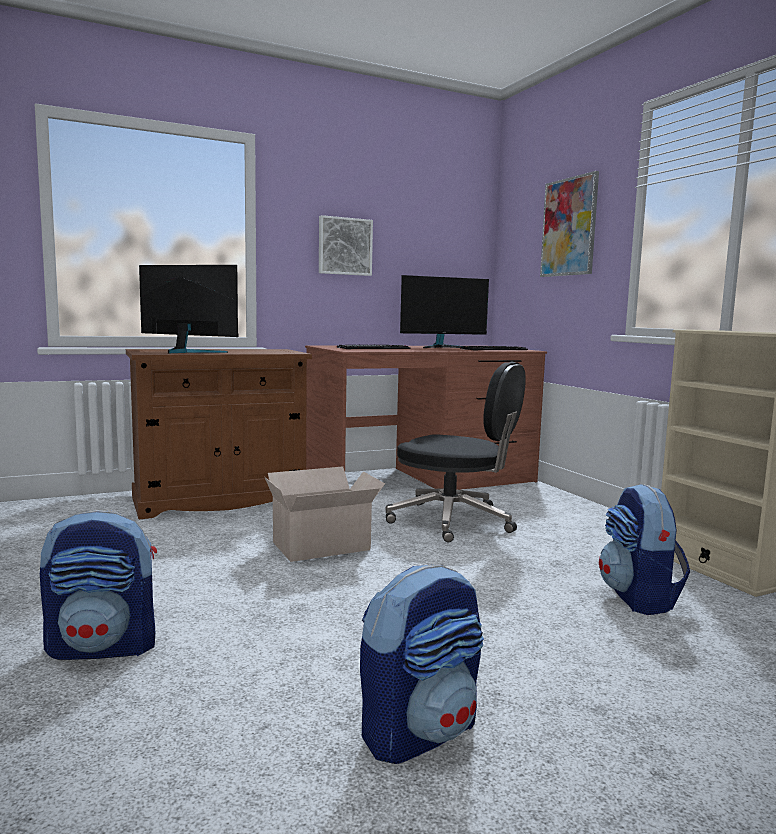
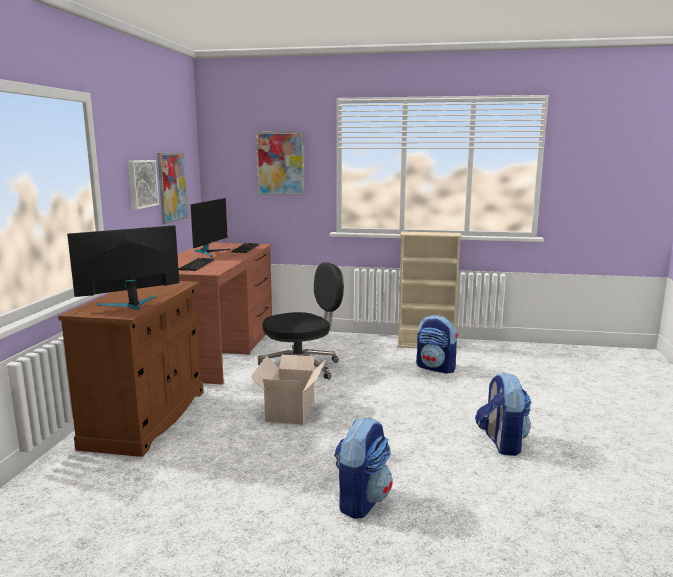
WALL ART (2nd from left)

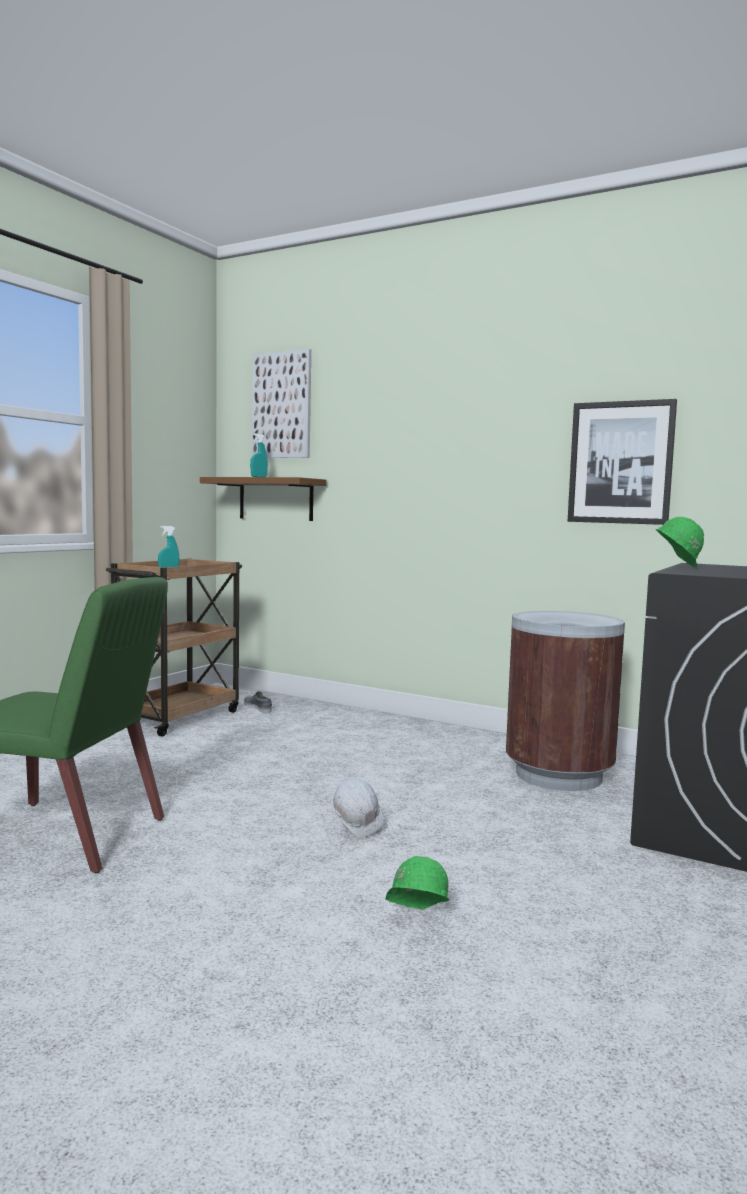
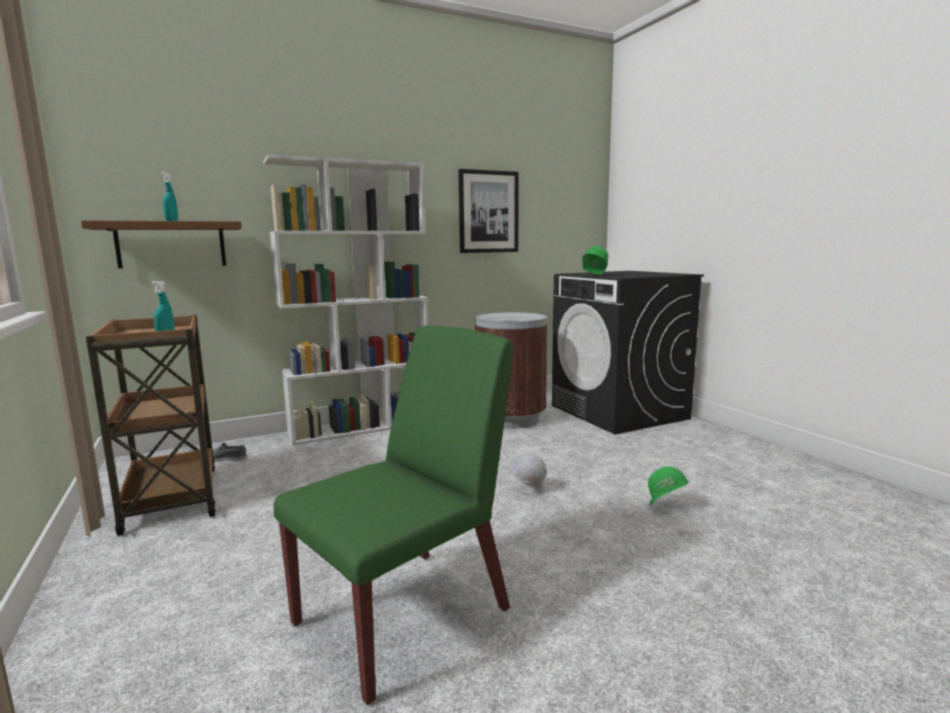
WALL ART (1st from left in the first image)
WHITE-COLOURED BOOKSHELF

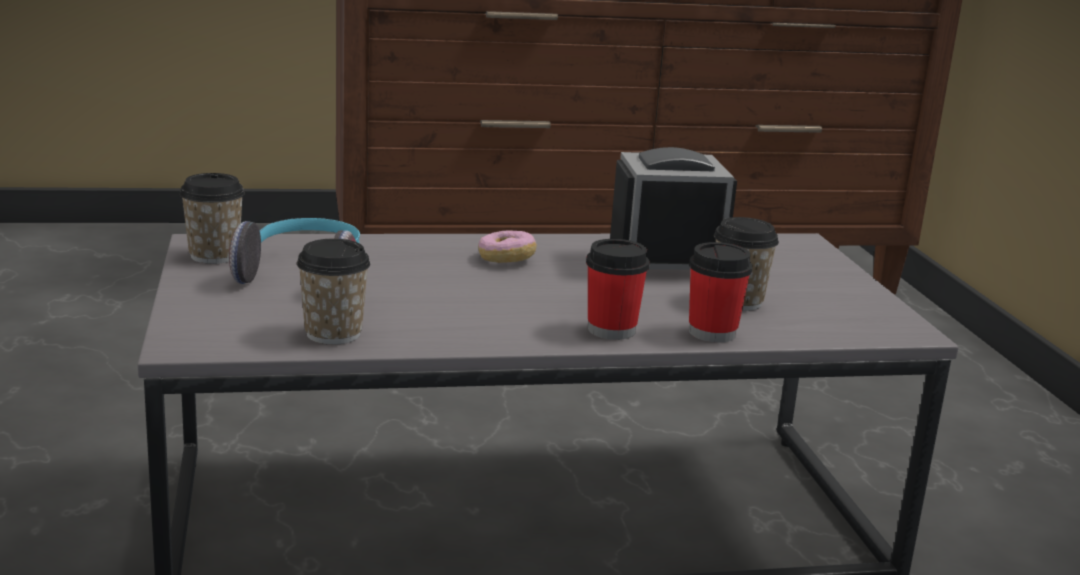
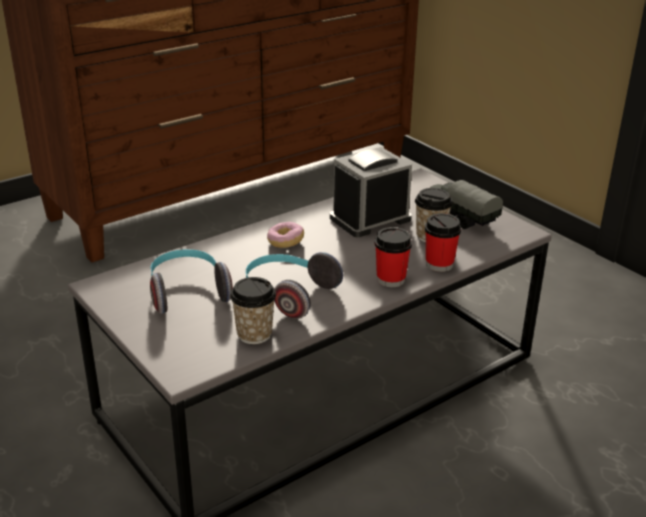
CUP (1st from left in the first image)
TOY TRUCK
HEADPHONES (2nd from left)

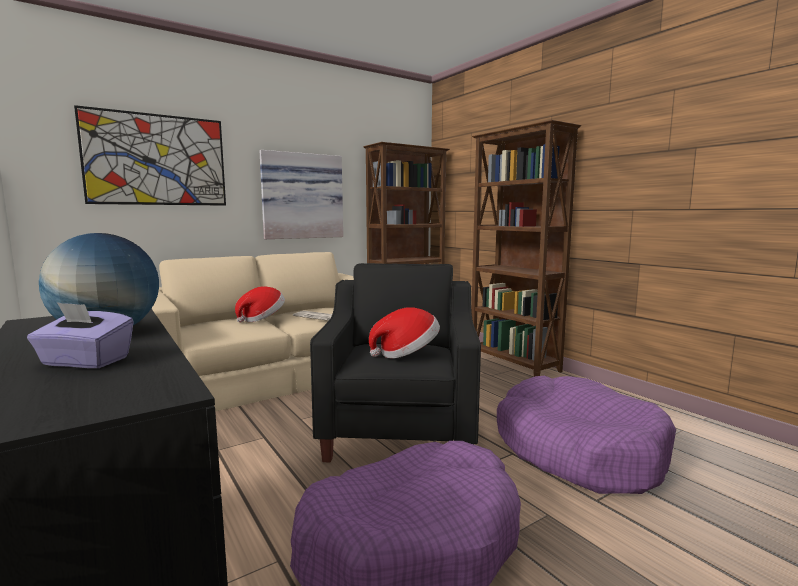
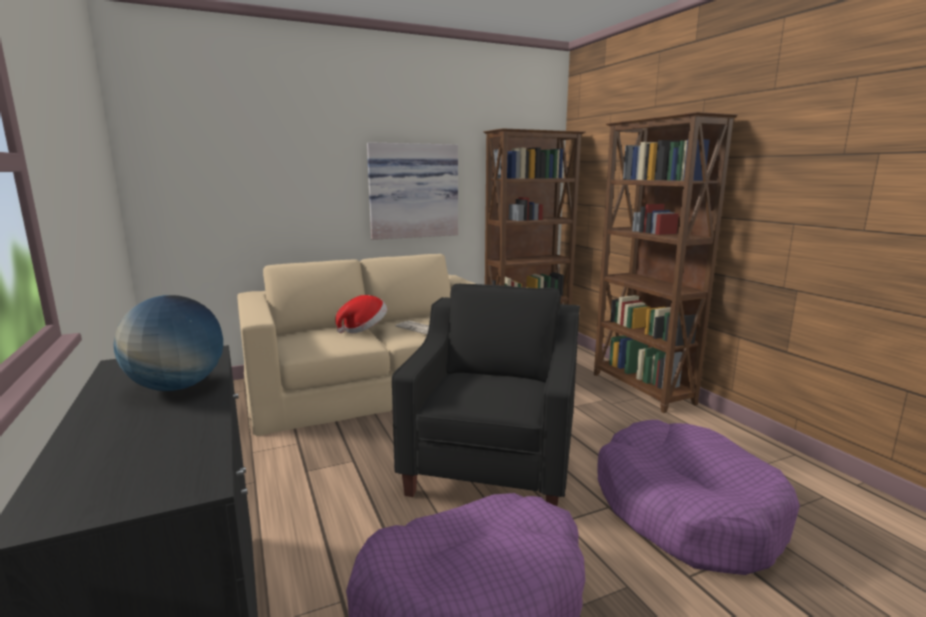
WALL ART (1st from left in the first image)
PURPLISH TISSUE HOLDER
WEARABLE HAT (2nd from left in the first image)

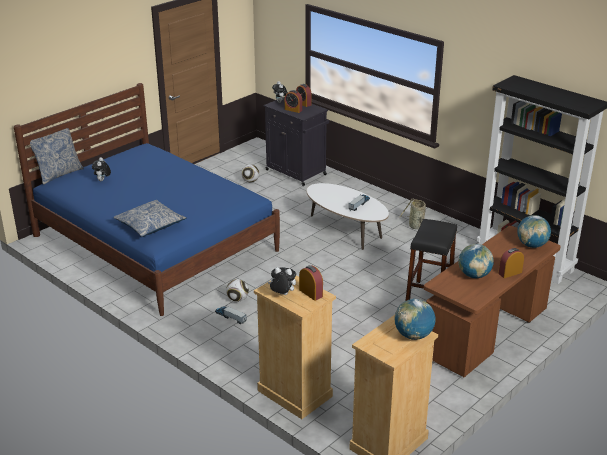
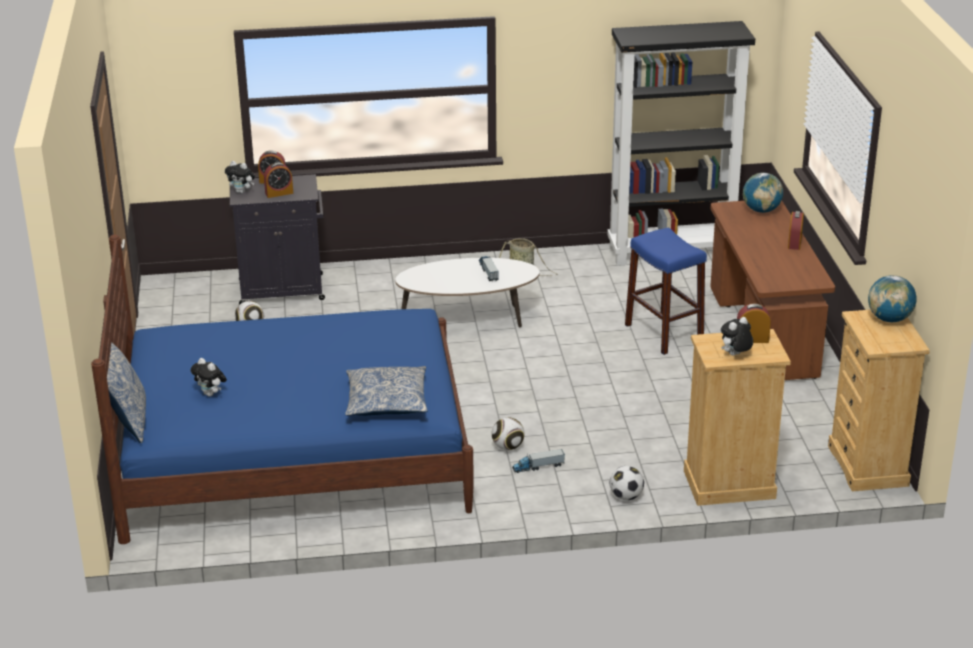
BLUISH STOOL
GLOBE (2nd from left in the first image)
FOOTBALL BALL (3rd from left)

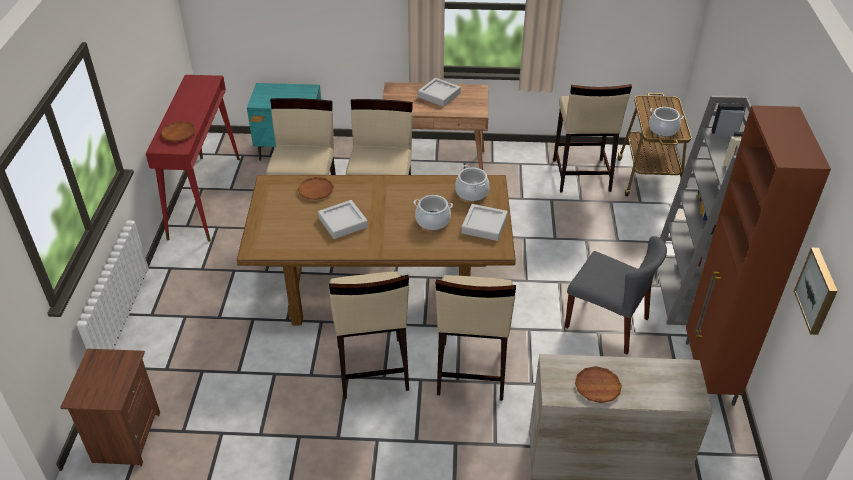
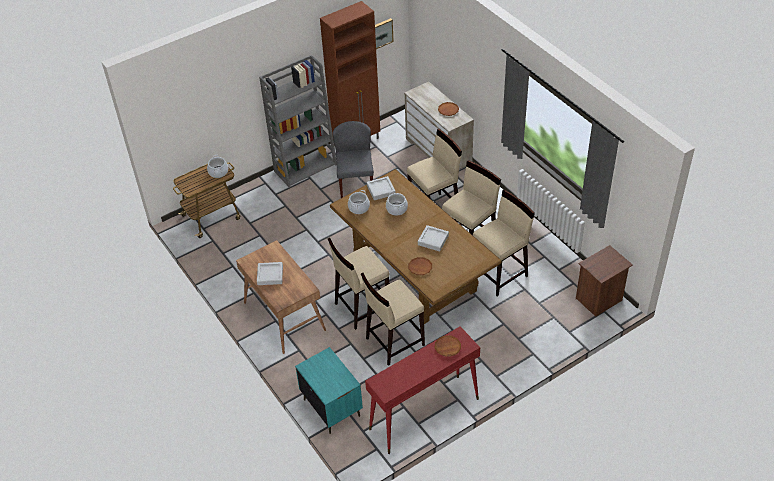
SAND-COLOURED STOOL (5th from left)

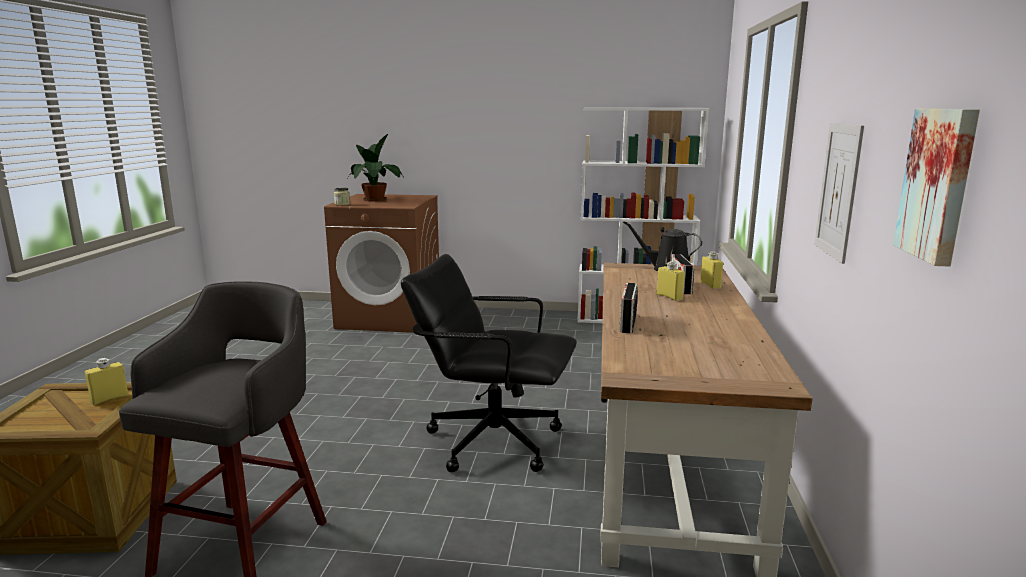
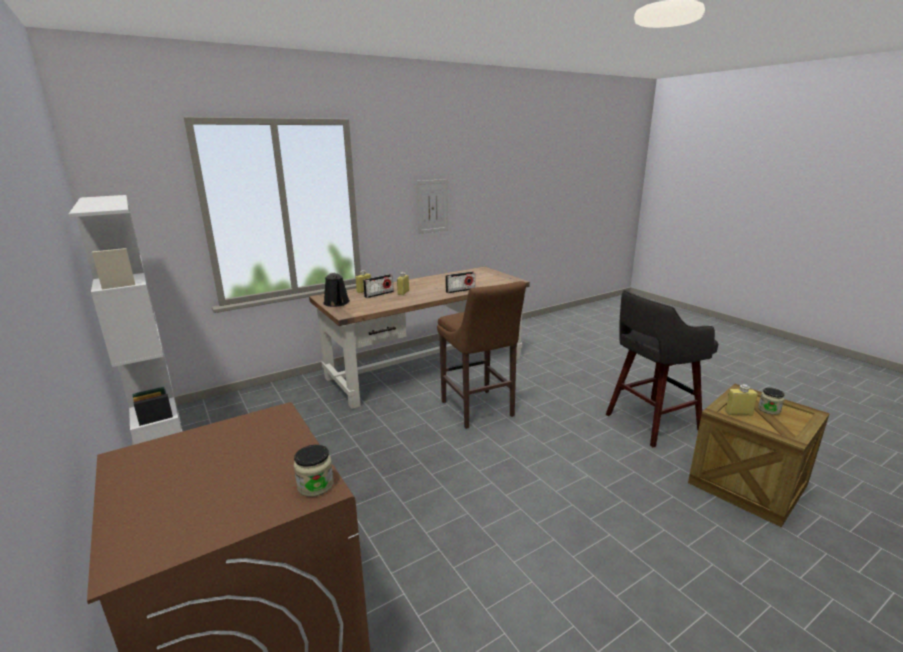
WALL ART (2nd from left in the first image)
HOUSEPLANT
BROWN-COLOURED STOOL
STORAGE JAR (2nd from left)

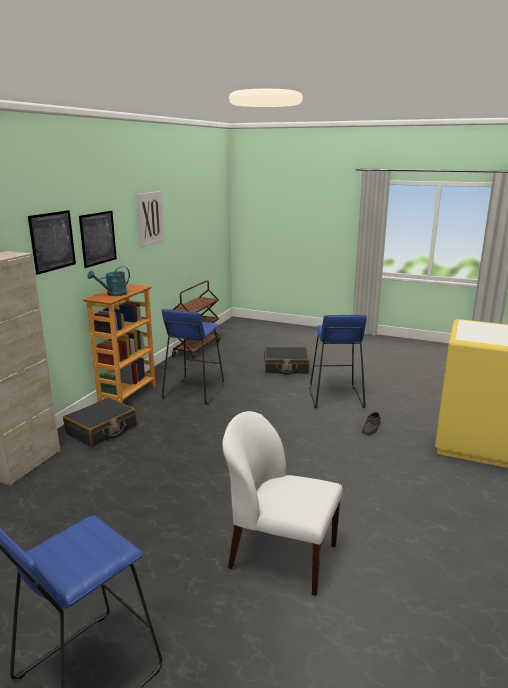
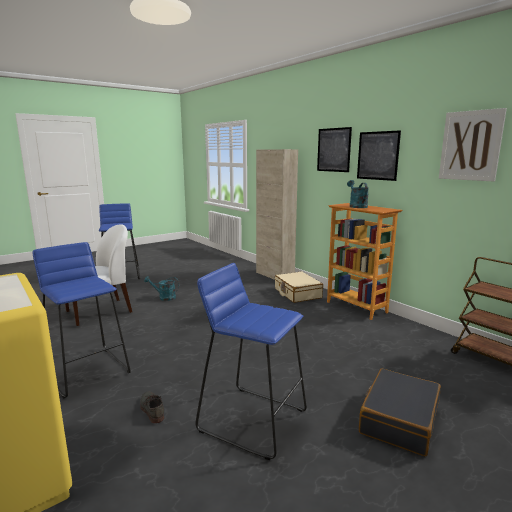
BLUISH STOOL (1st from left)
SAND-COLOURED TRAVEL CASE
TURQUOISE WATERING CAN (1st from left)

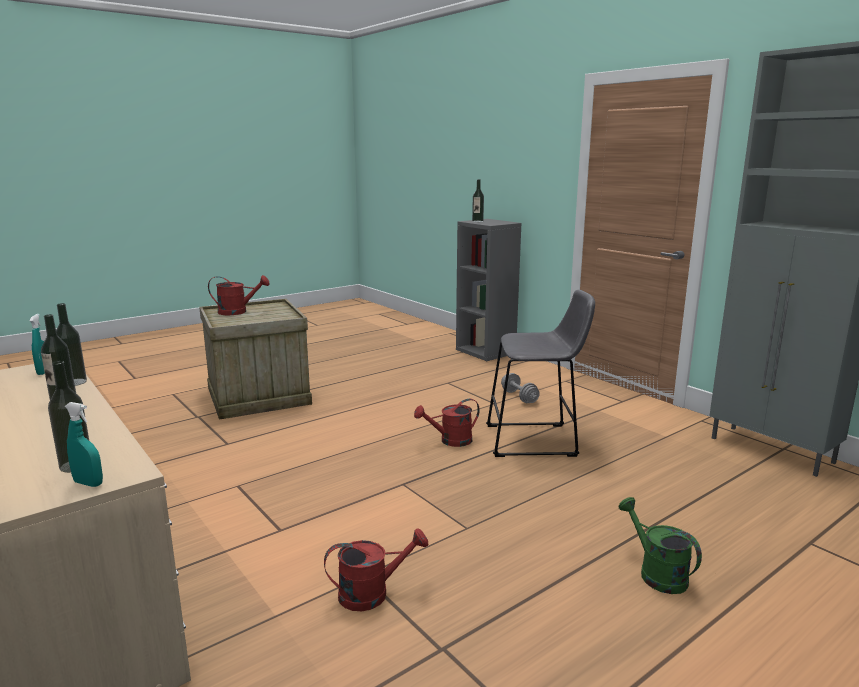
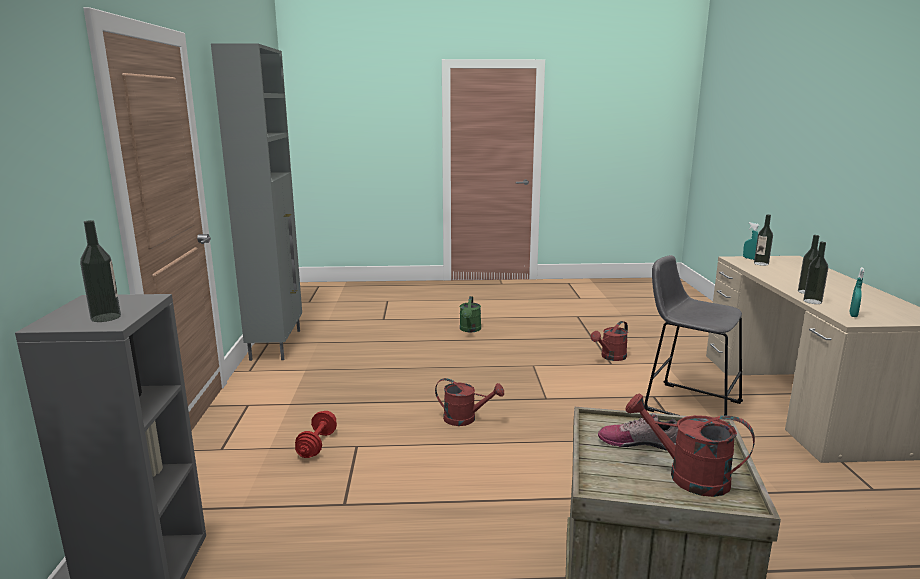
GREYISH STOOL
RED FREE WEIGHT
RED WATERING CAN (2nd from left)
LOW SHOE

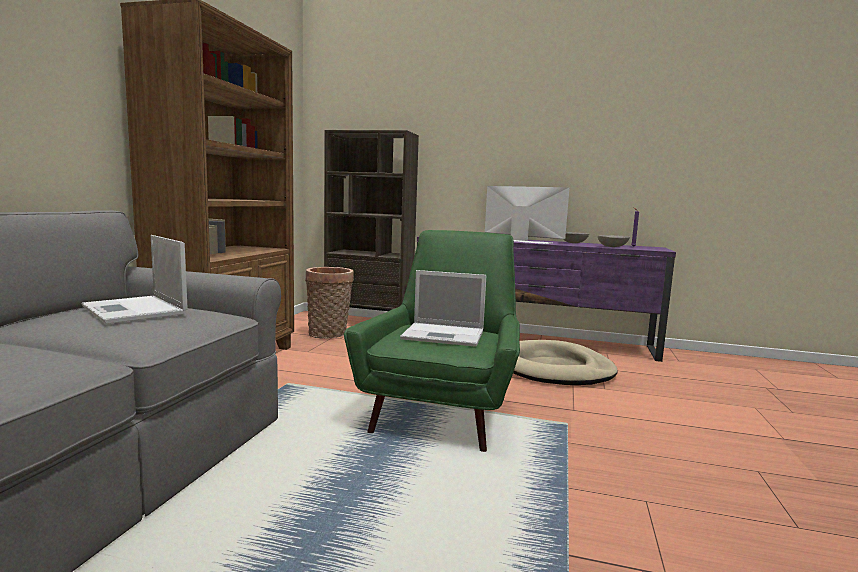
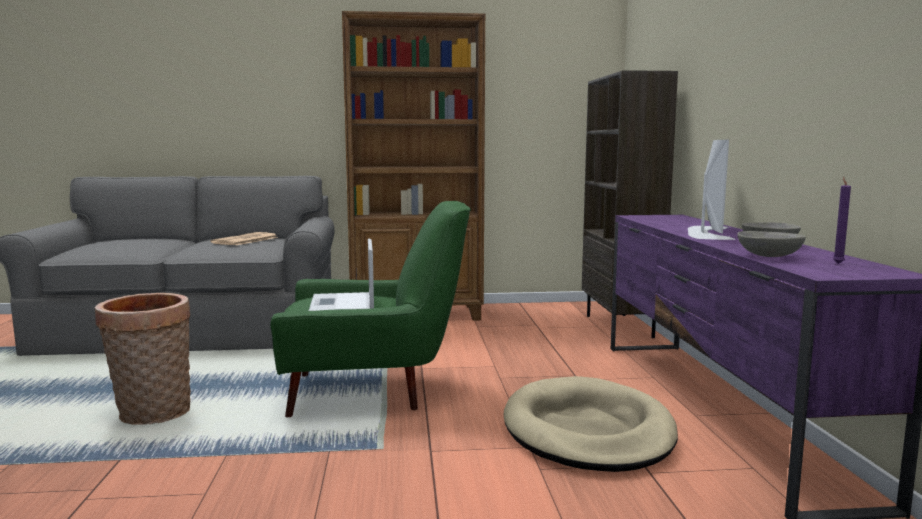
PRINTED PAPER
HOUSEHOLD BASKET

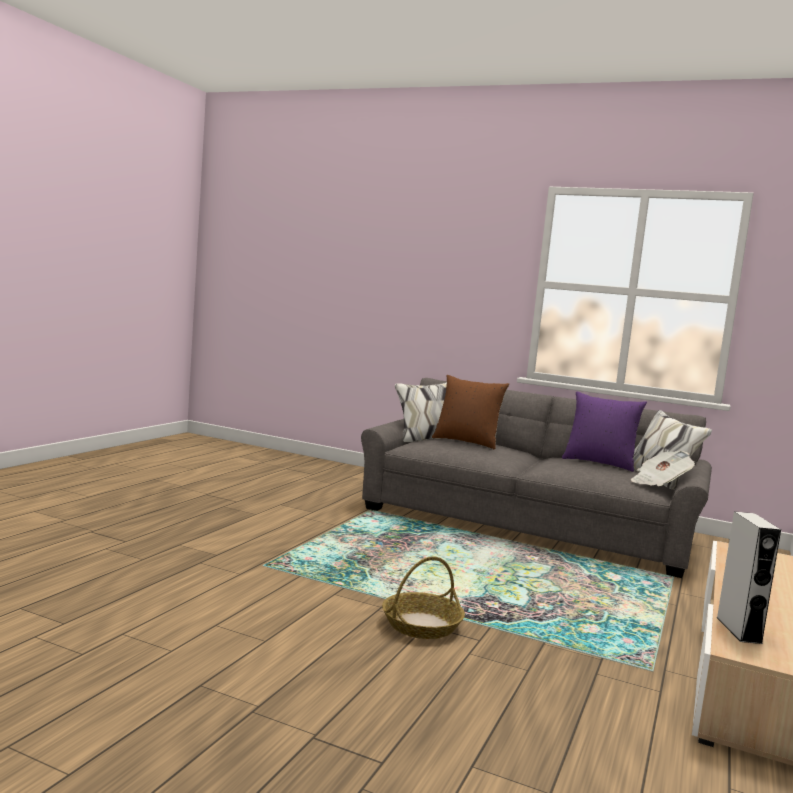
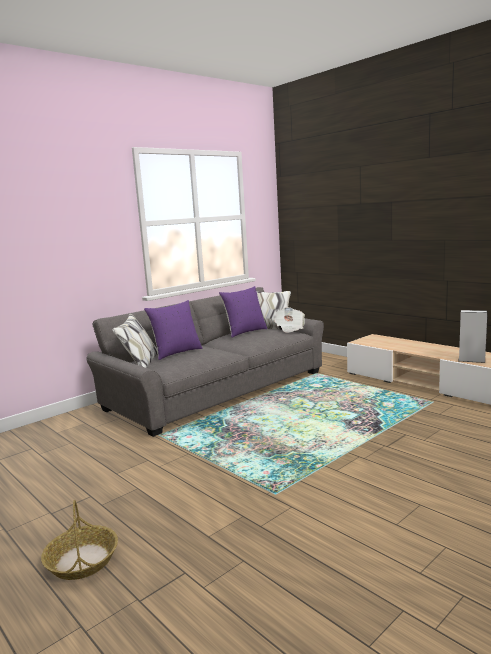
PURPLISH THROW PILLOW (1st from left)
HOUSEHOLD BASKET

